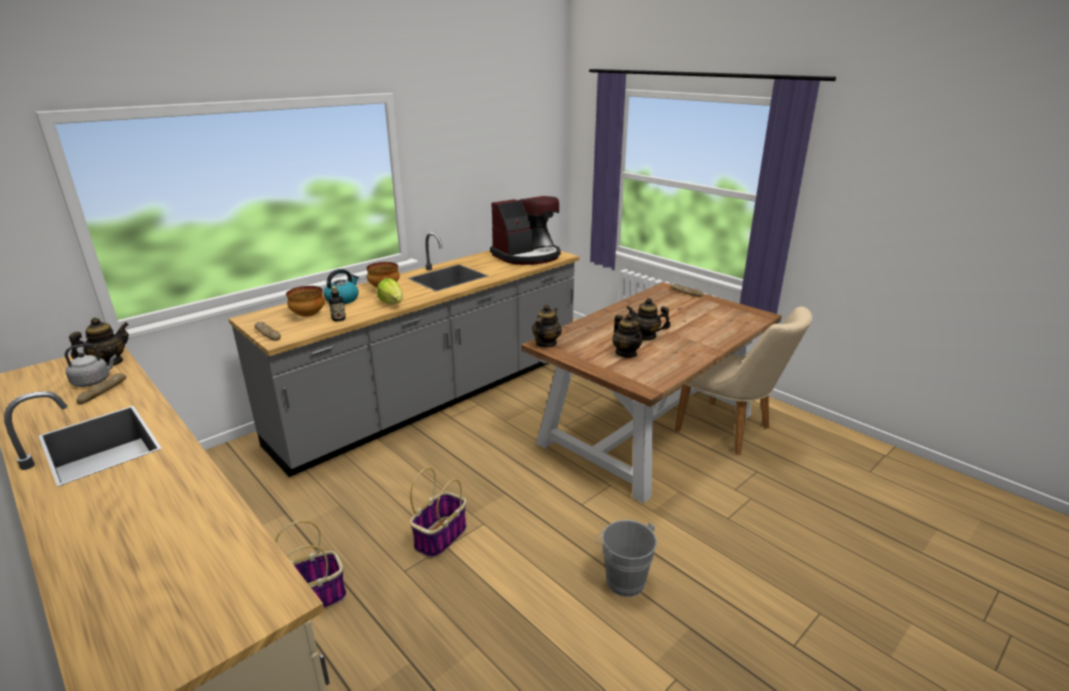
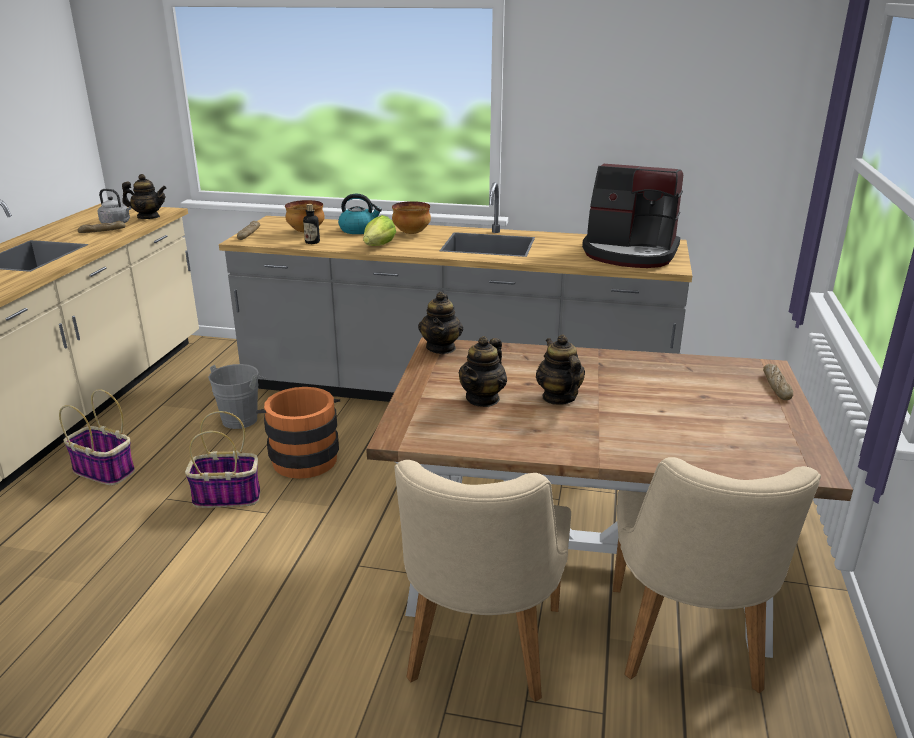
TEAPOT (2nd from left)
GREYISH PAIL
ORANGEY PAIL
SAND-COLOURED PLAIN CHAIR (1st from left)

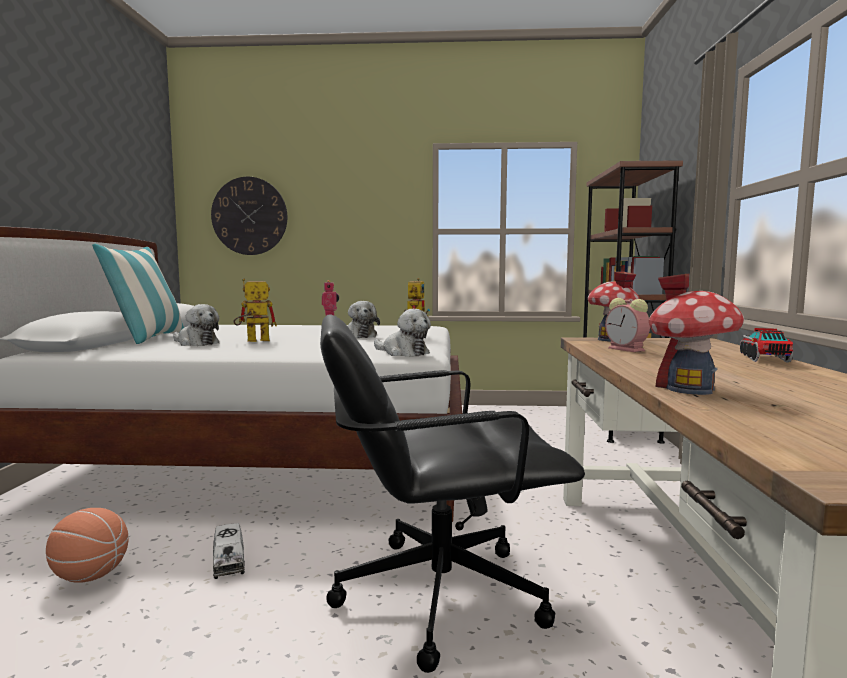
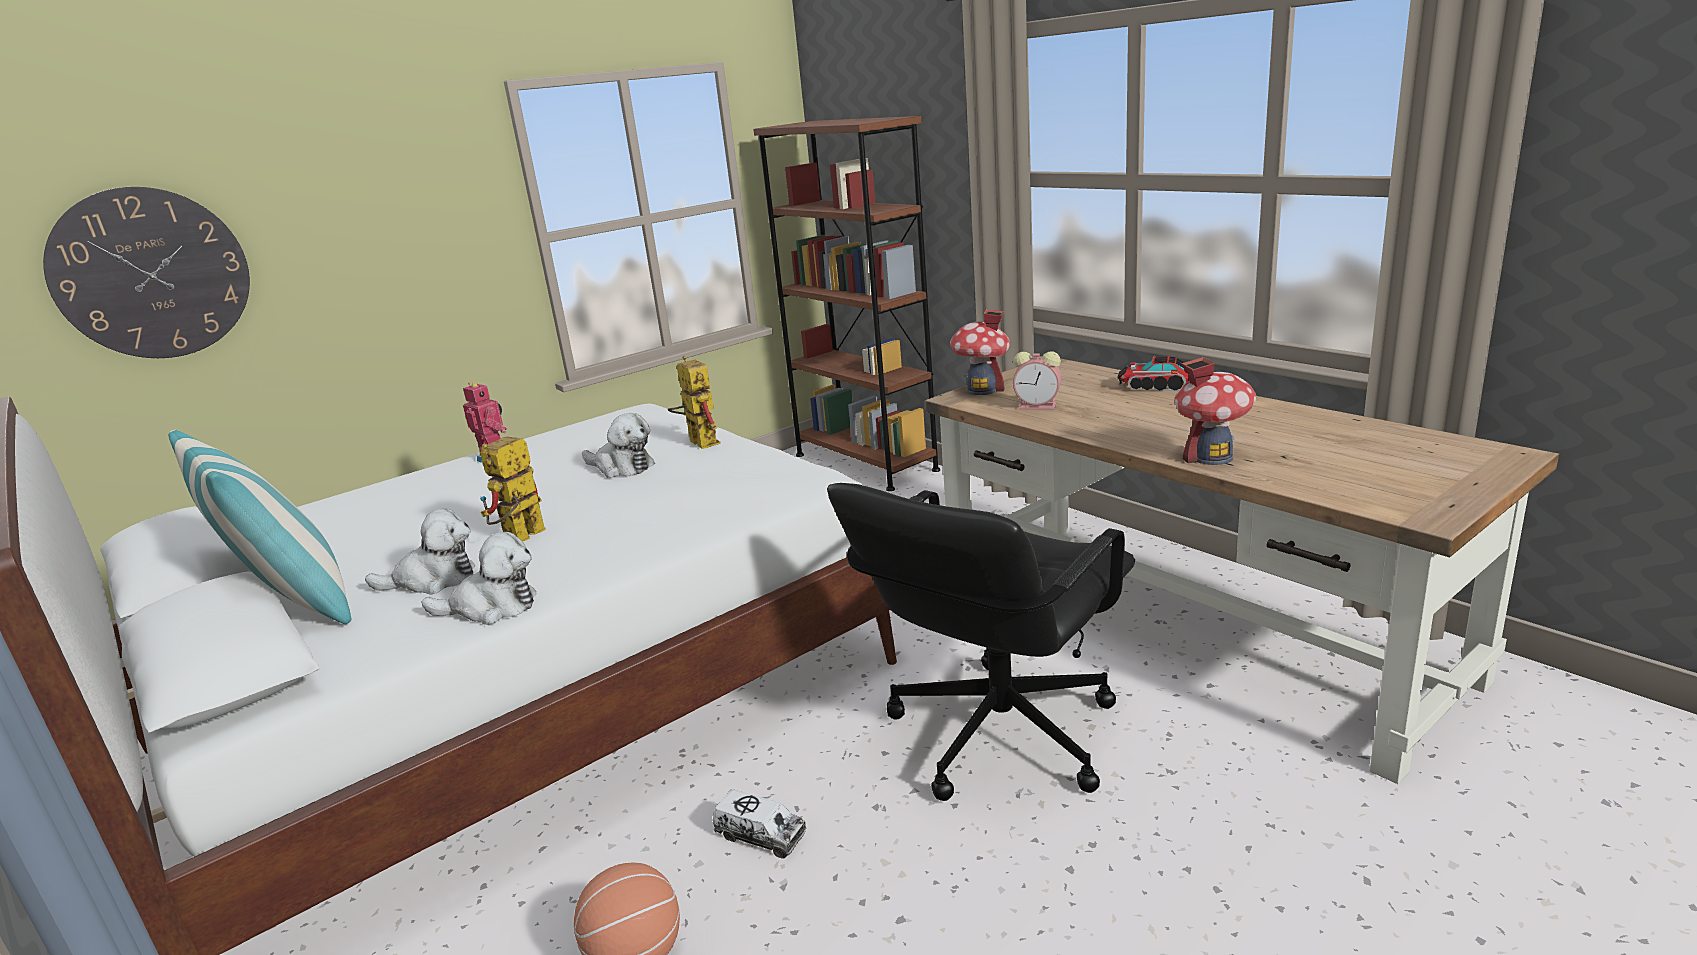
SOFT TOY (2nd from left)
TOY TRUCK (2nd from left)

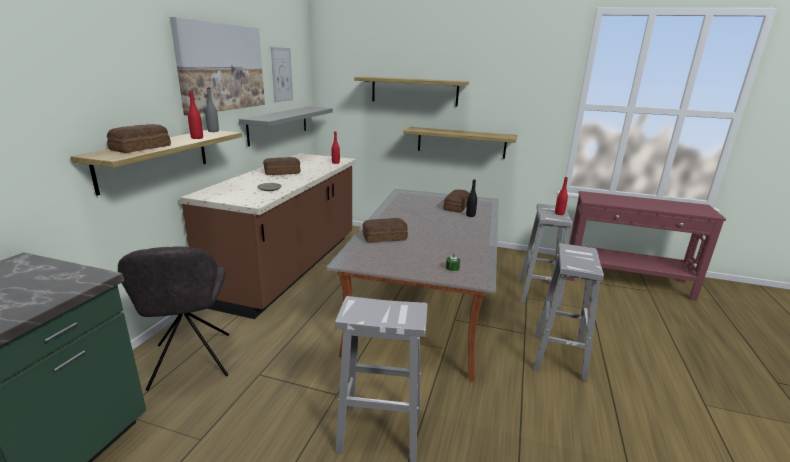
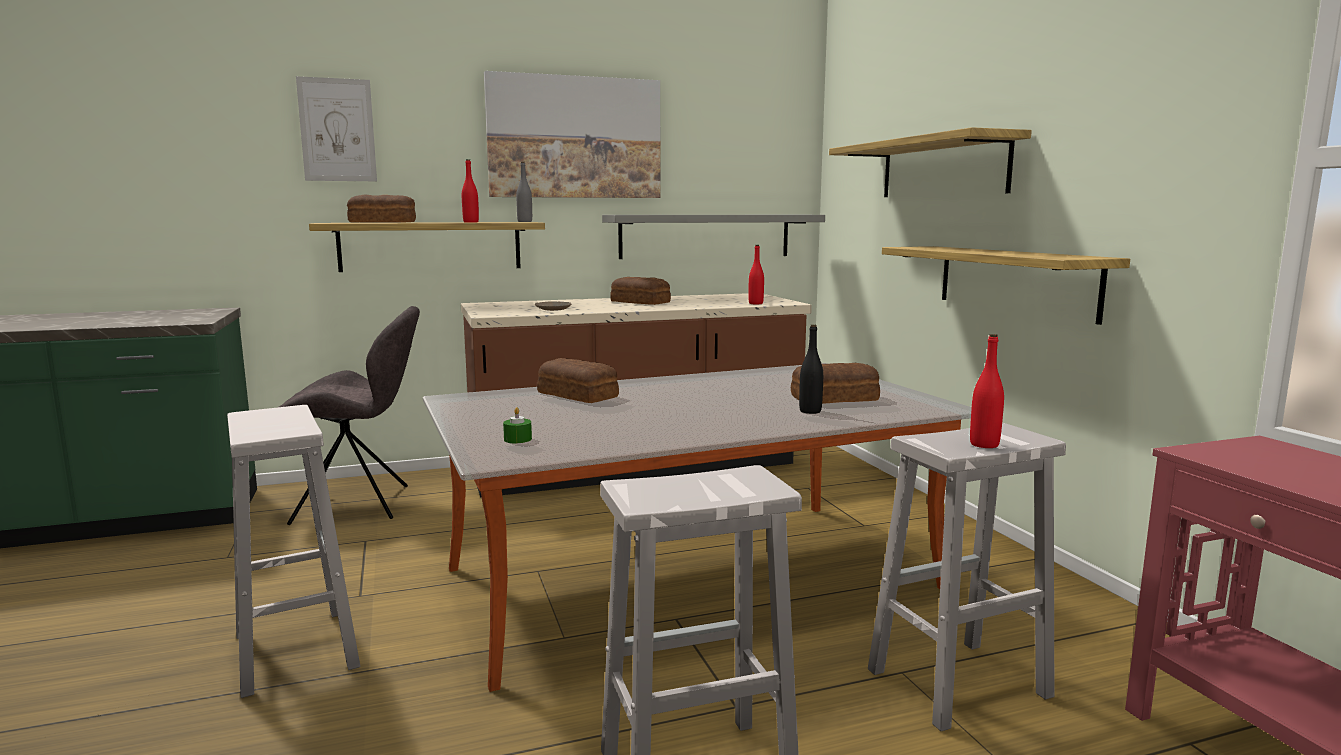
WALL ART (1st from left)
GREYISH PLAIN CHAIR

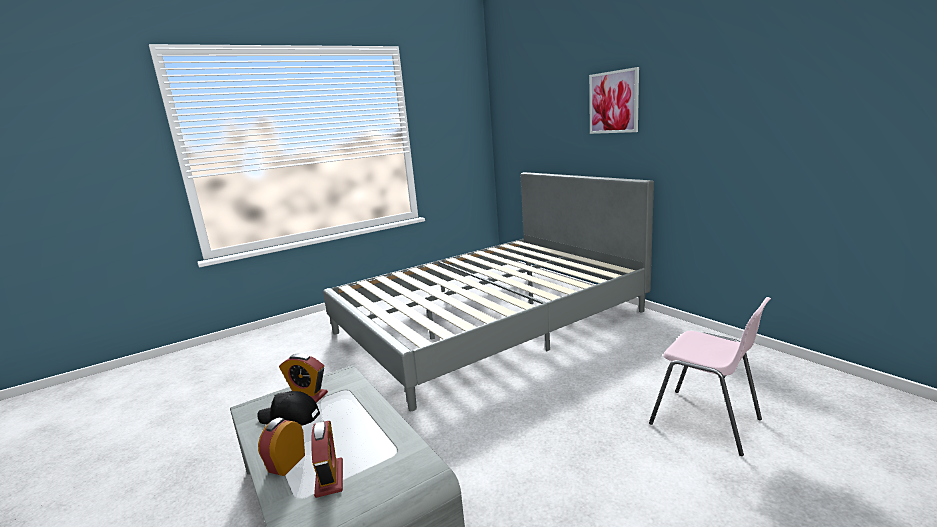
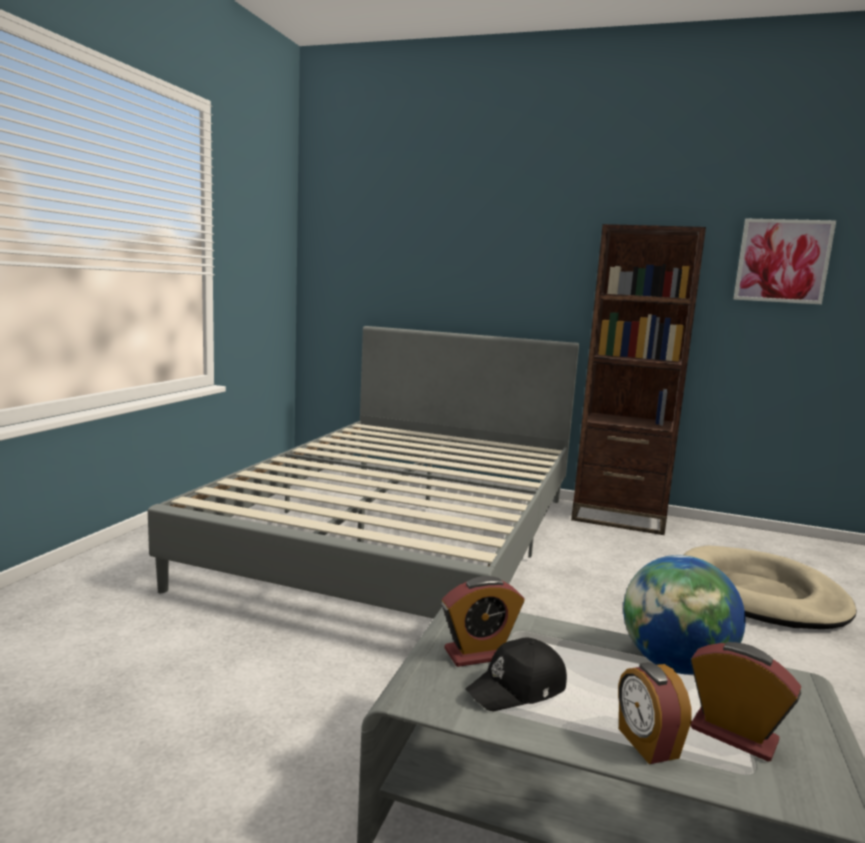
WALL ART
SAND-COLOURED DOG BED
BROWN-COLOURED BOOKSHELF
GLOBE

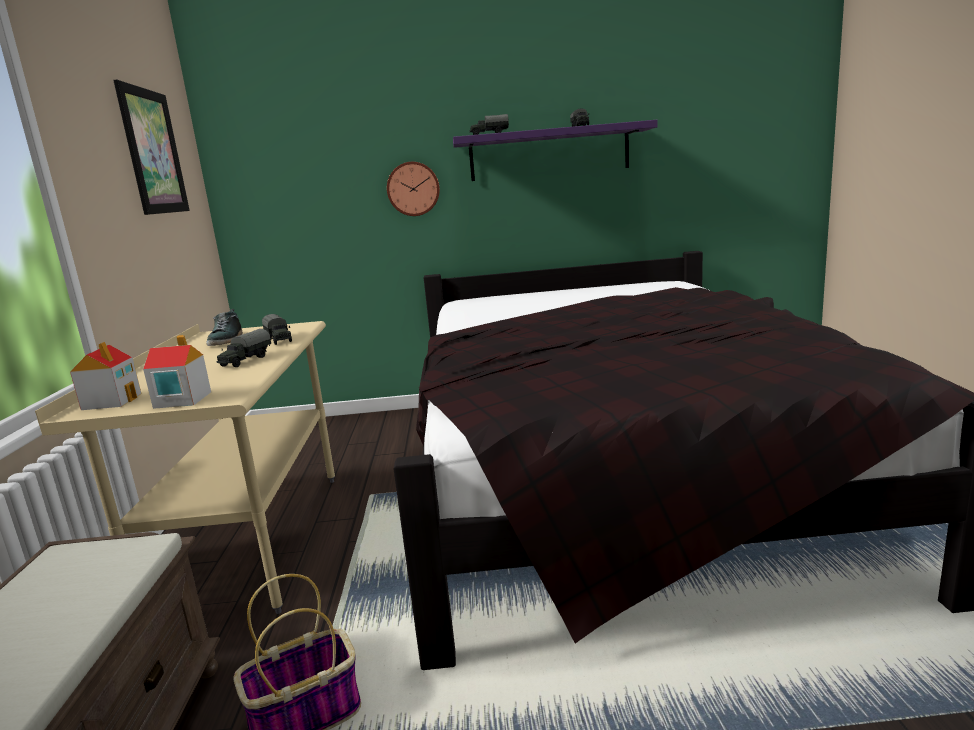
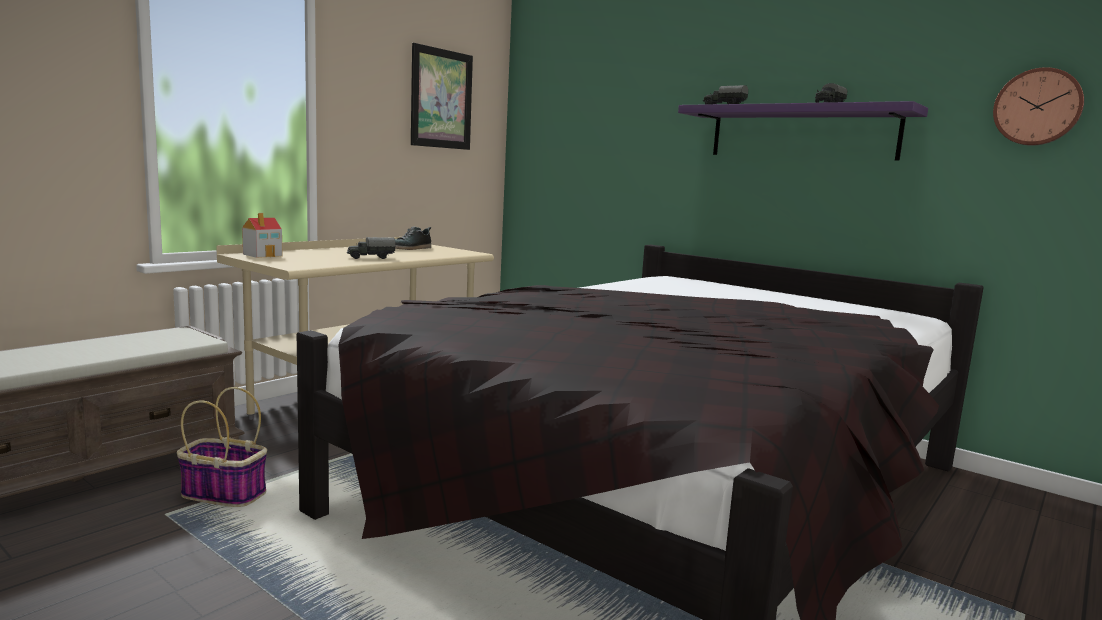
CLOCK ON THE WALL
TOY TRUCK (2nd from left in the first image)
MODEL HOUSE (2nd from left in the first image)

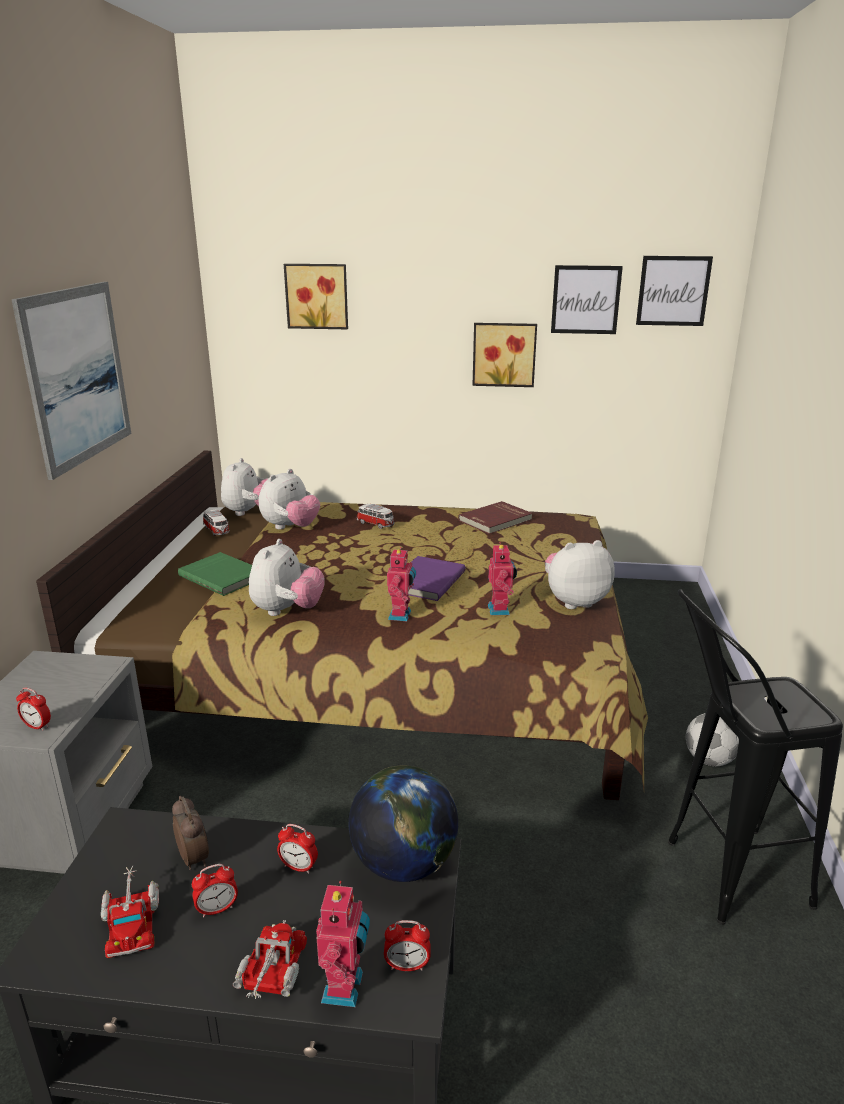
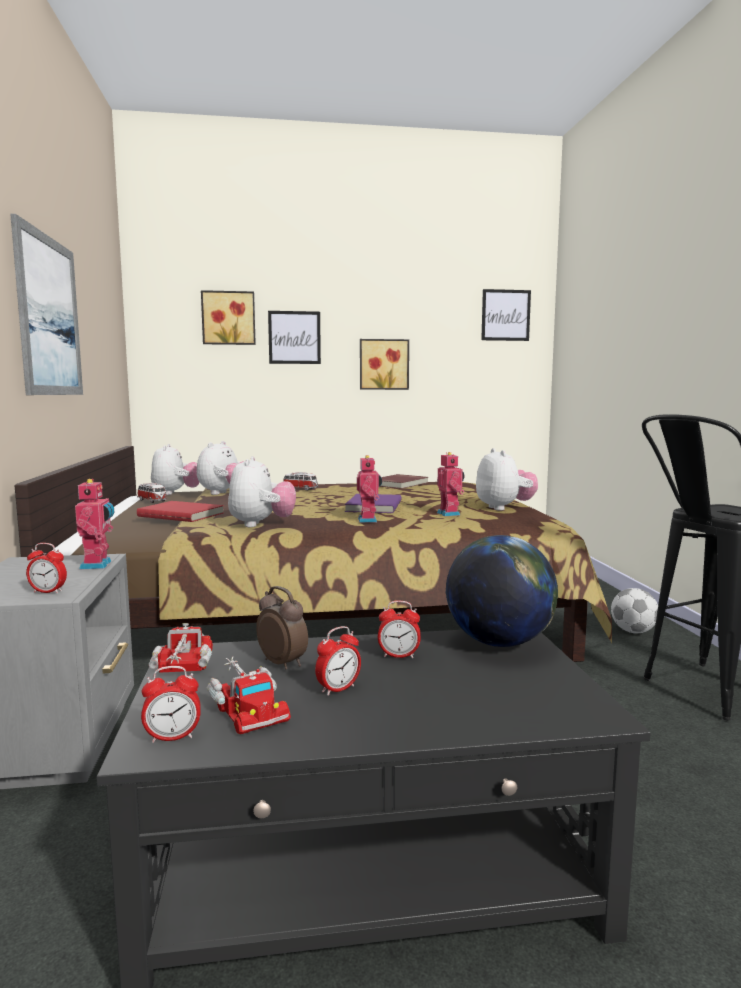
WALL ART (3rd from left)
SOFT TOY (4th from left)
RED VOLUME (1st from left)
MODEL ROBOT (1st from left)
TOY TRUCK (1st from left)
TABLE CLOCK (2nd from left)

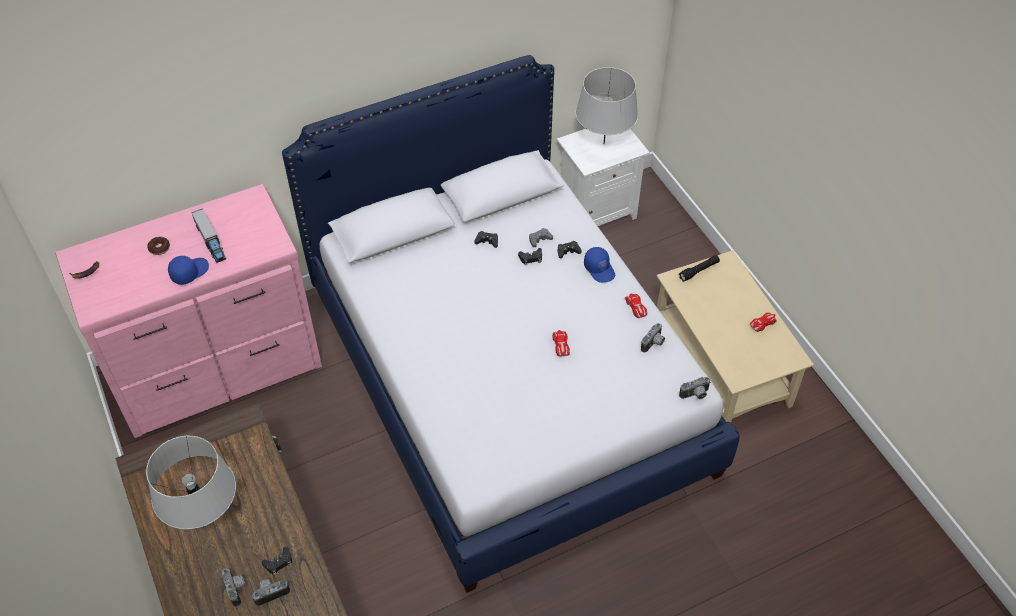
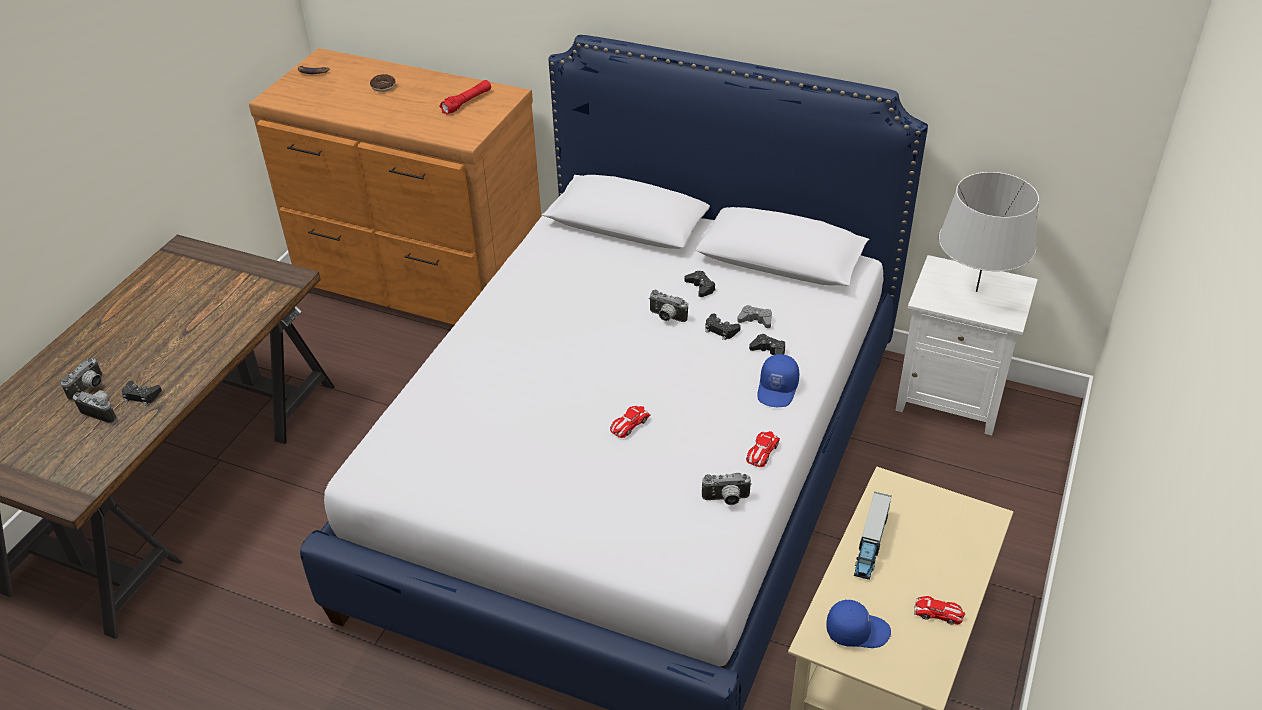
BROWN-COLOURED DRAWER CHEST
TOY TRUCK
BLACK-COLOURED TORCH
BLUISH PEAKED CAP (2nd from left)
PHOTO CAMERA (3rd from left)
GREYISH LAMP FOR A TABLE (1st from left in the first image)
RED TORCH

